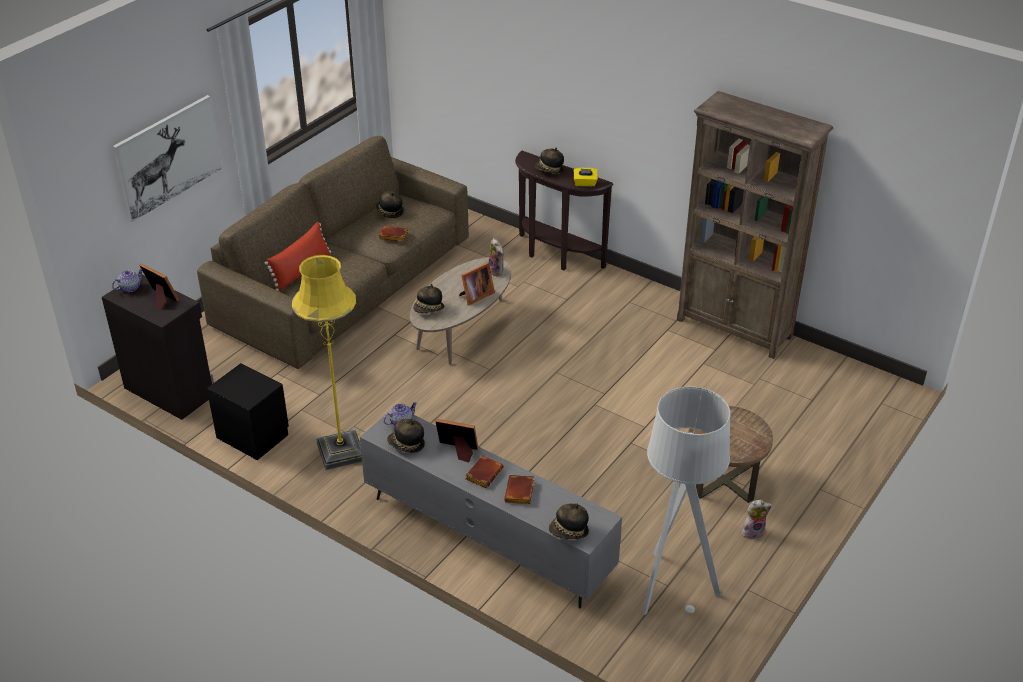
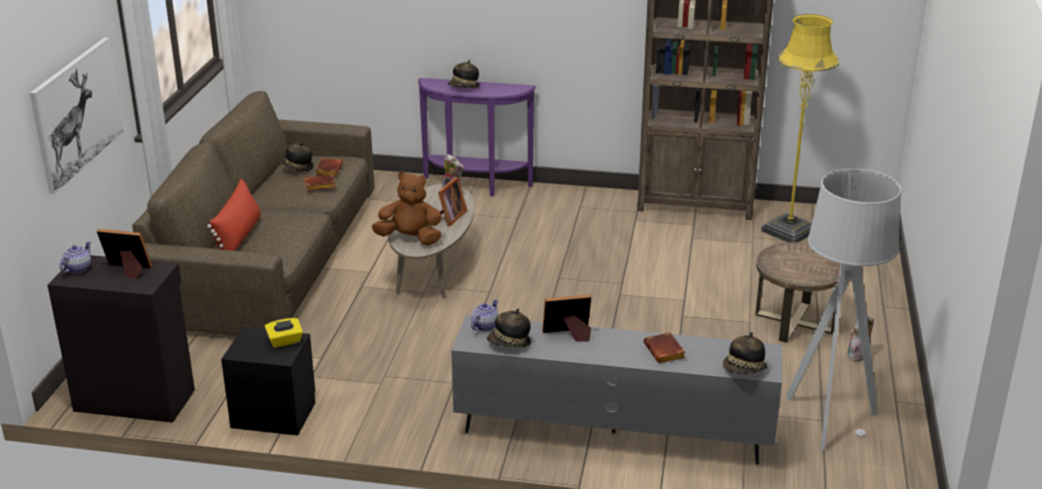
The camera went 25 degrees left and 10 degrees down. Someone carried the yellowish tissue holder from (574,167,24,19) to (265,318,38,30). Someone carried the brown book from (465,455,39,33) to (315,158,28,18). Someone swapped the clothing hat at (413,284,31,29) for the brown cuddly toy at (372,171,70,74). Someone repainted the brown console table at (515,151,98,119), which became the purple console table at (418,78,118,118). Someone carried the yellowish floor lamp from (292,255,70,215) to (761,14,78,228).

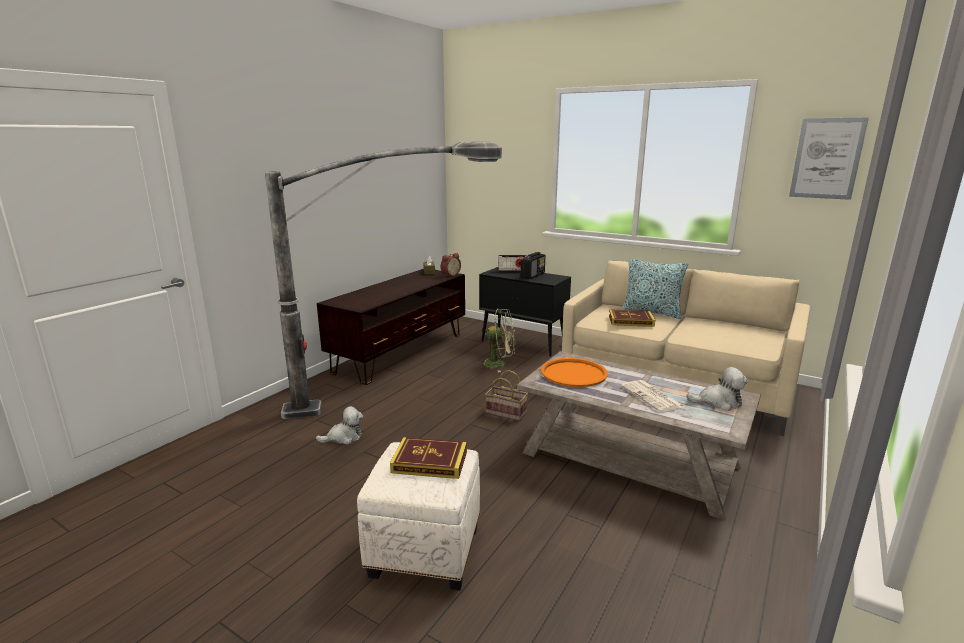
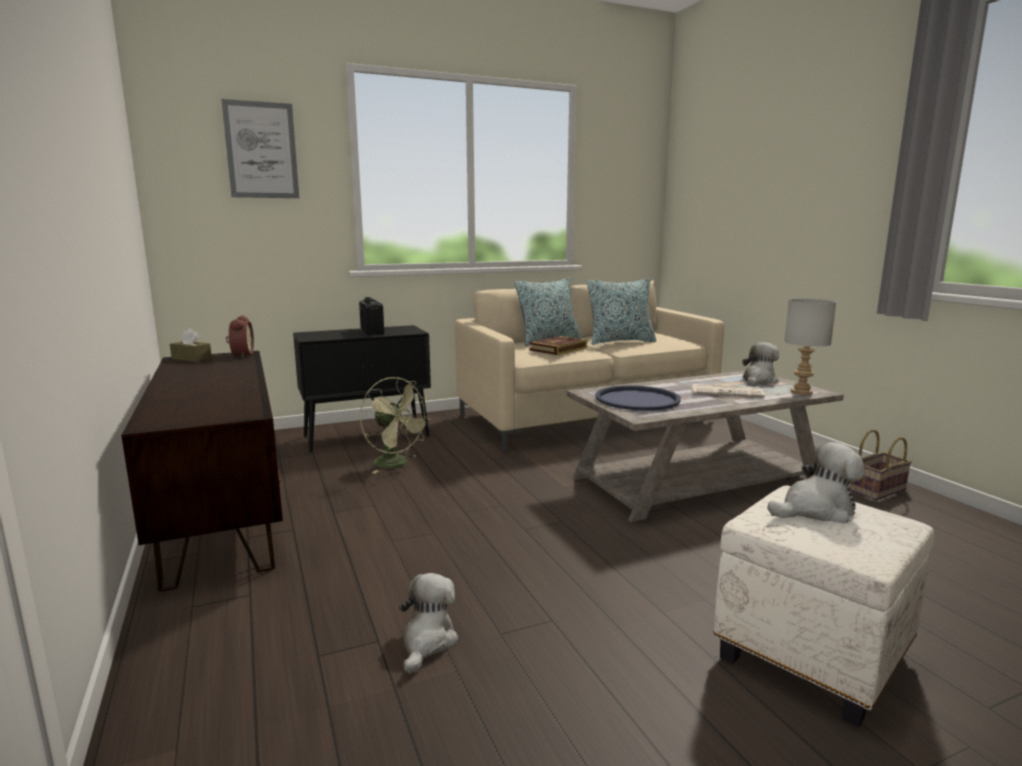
The camera went 55 degrees left and 5 degrees down. Someone carried the wall art from (789,118,80,82) to (221,99,78,99). Someone rotated the green-coloured fan at (478,309,38,64) by 90 degrees clockwise. Someone put down the pillow at (587,278,70,67). Someone repainted the orange carrying tray at (541,358,67,29), which became the blue-coloured carrying tray at (595,385,86,25). Someone swapped the book at (390,437,77,42) for the cuddly toy at (767,442,98,81). Someone put down the greyish table lamp at (784,298,52,97). Someone carried the storage basket from (485,370,43,51) to (850,429,62,71). Someone took away the floor lamp at (265,142,237,277). Someone took away the radio set at (498,255,29,17).

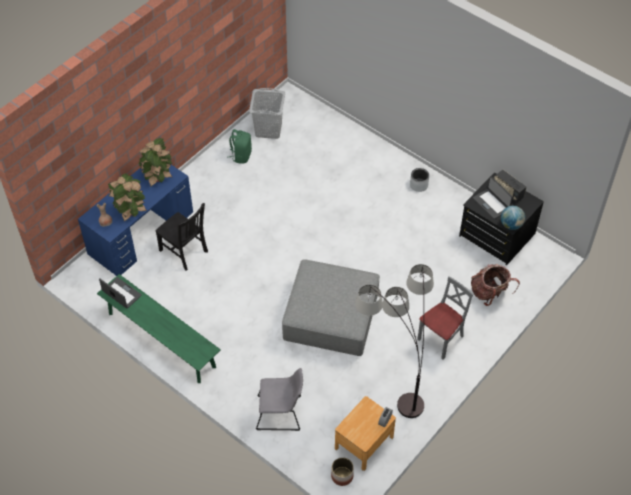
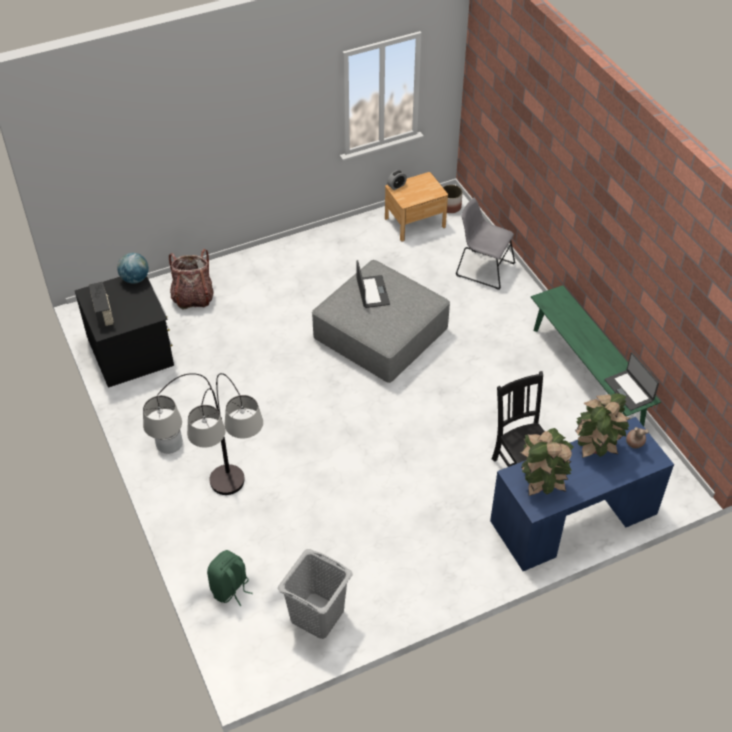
The camera went 155 degrees left and 5 degrees down. Someone carried the floor lamp from (355,264,79,154) to (143,373,120,122). Someone carried the green-coloured rucksack from (229,129,23,35) to (207,550,46,56). Someone carried the portable computer from (473,176,40,43) to (356,260,34,48). Someone took away the greyish upright chair at (417,276,56,83).

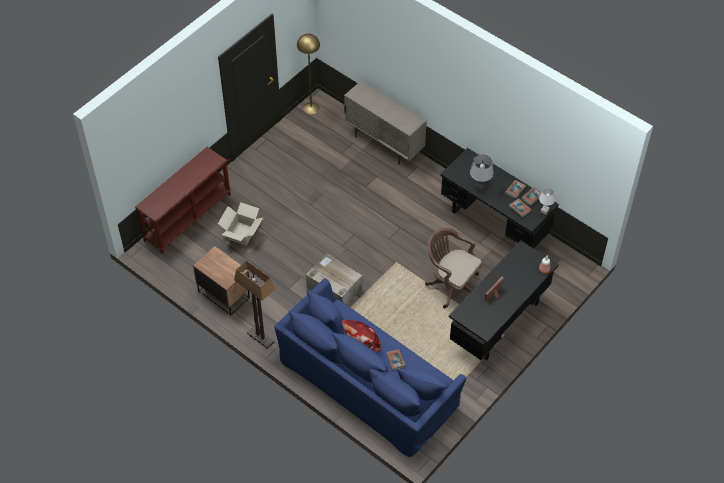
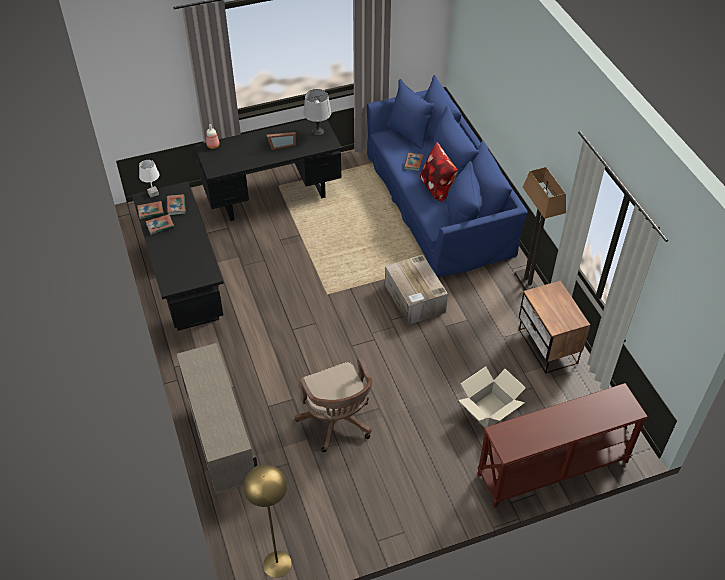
The camera went 150 degrees left and 5 degrees down. Someone carried the brown desk chair from (425,228,57,80) to (295,357,77,95). Someone carried the greyish table lamp from (470,154,23,36) to (303,89,28,47).

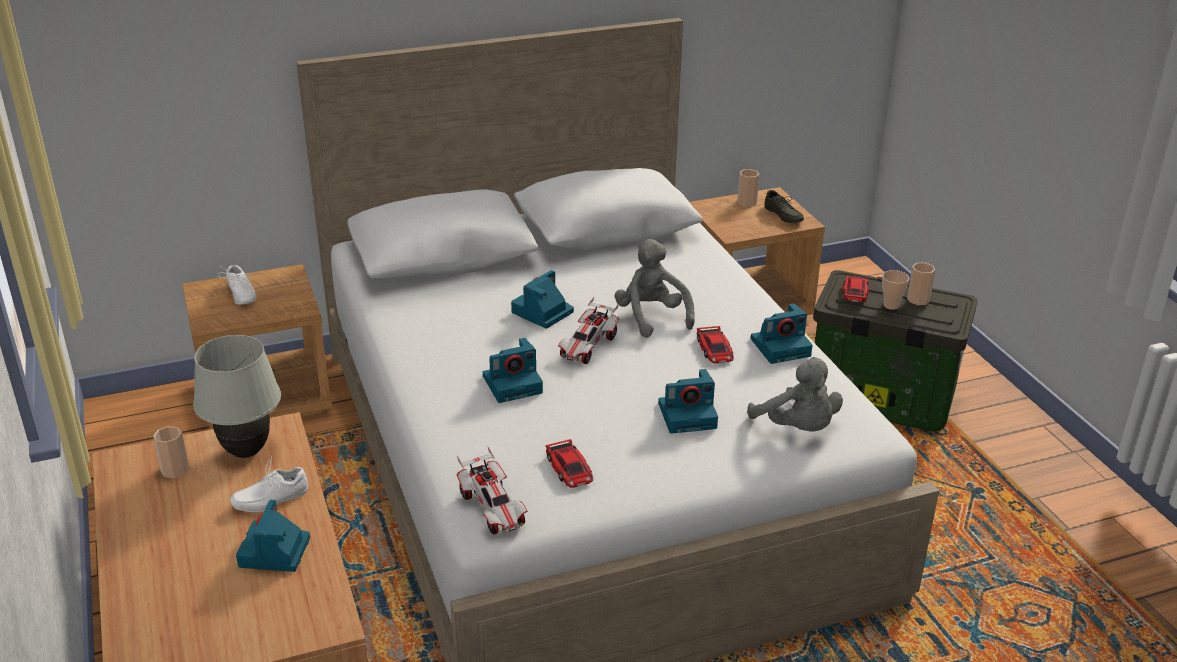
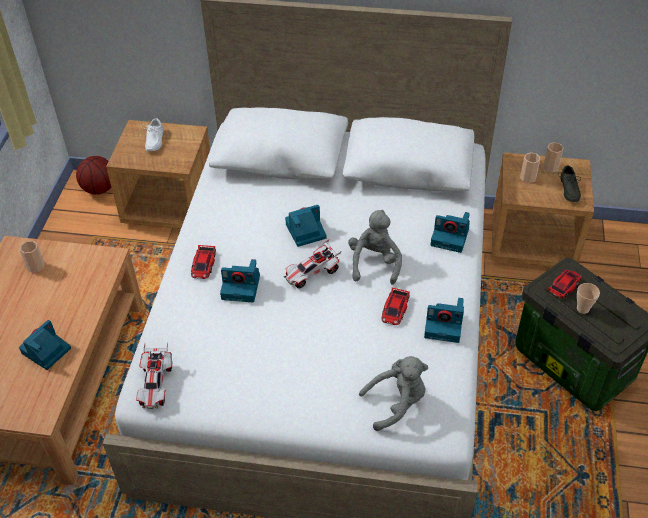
The camera went 30 degrees right and 15 degrees up. Someone put down the ball for basketball at (76,156,35,39). Someone carried the miniature car from (545,439,48,49) to (191,245,25,34). Someone rotated the greyish cuddly toy at (747,357,96,75) by 105 degrees counterclockwise. Someone carried the photo camera from (658,369,60,65) to (431,212,39,41). Someone carried the small cup from (907,262,29,43) to (520,152,20,31). Someone took away the white-coloured table lamp at (193,335,88,123). Someone took away the white-coloured shoe at (230,455,78,57).

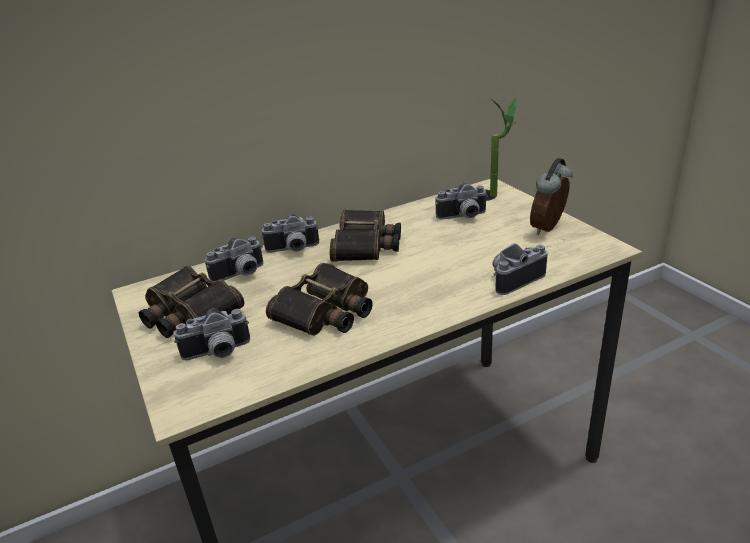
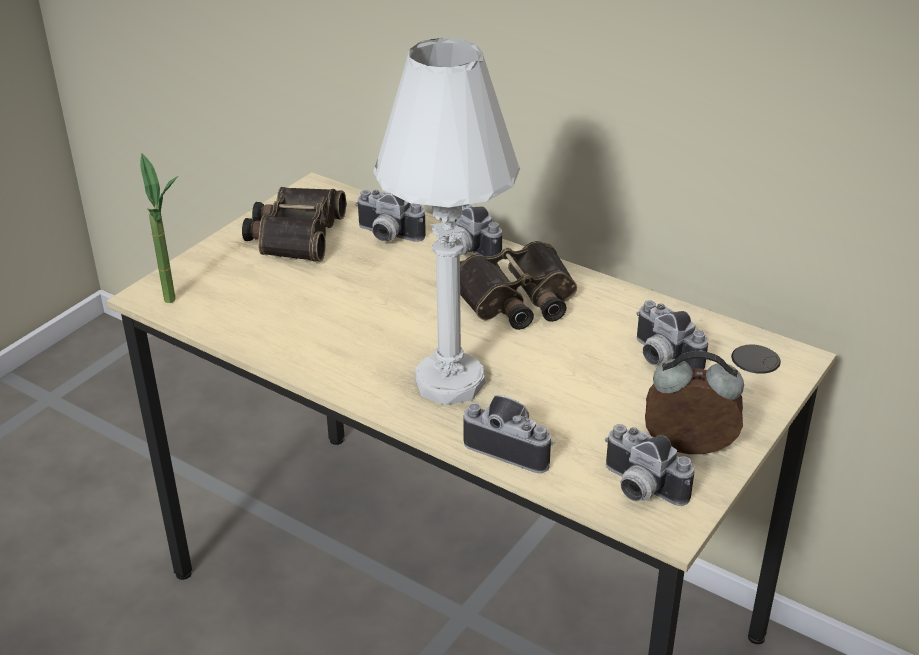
The camera went 60 degrees right and 5 degrees up. Someone carried the potted plant from (490,97,28,100) to (141,153,37,150). Someone put down the white-coloured table lamp at (373,38,147,367). Someone carried the photo camera from (174,308,76,52) to (605,424,89,82). Someone took away the binoculars at (266,263,107,73).

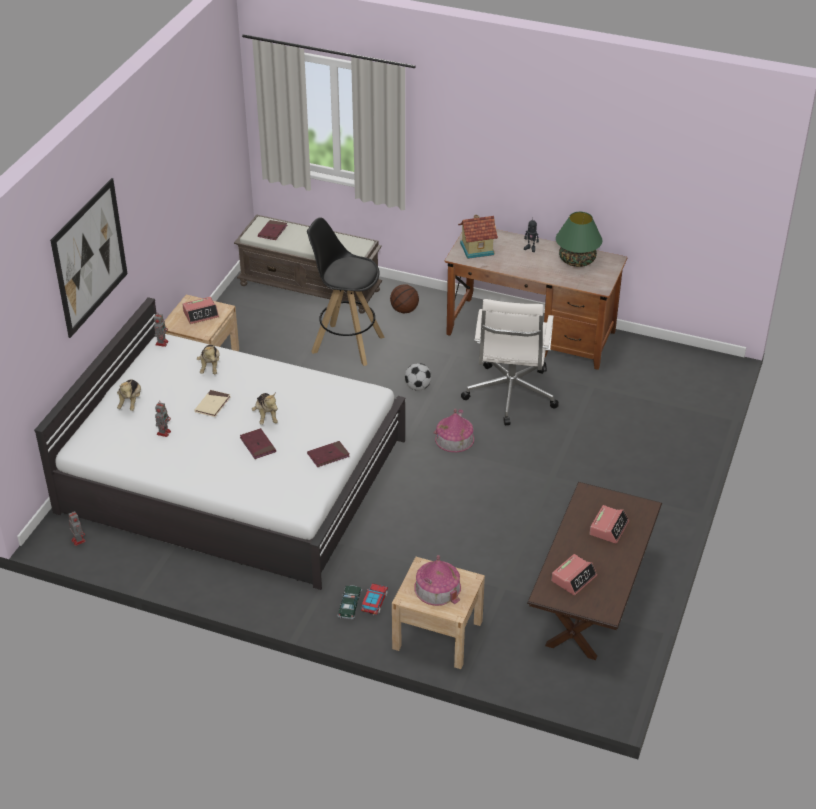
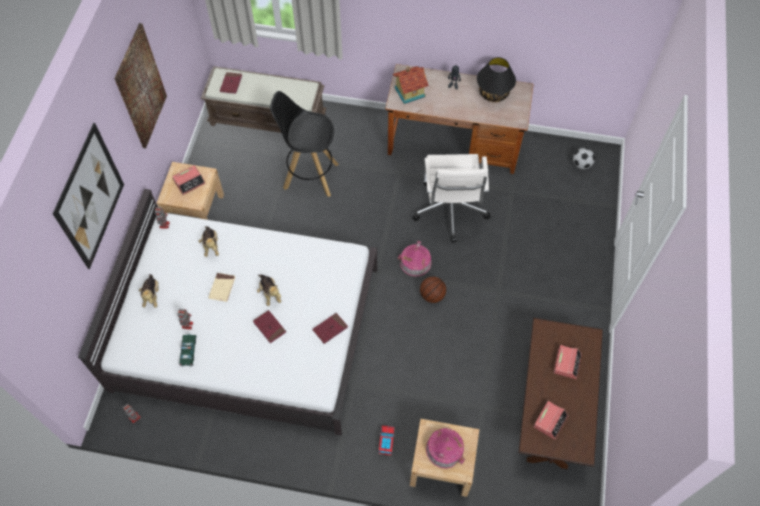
The camera went 10 degrees left and 20 degrees up. Someone put up the wall art at (114,23,53,125). Someone carried the miniature car from (337,585,25,35) to (179,334,18,33). Someone carried the ball for basketball from (390,284,29,29) to (420,277,26,26). Someone repainted the green-coloured table lamp at (556,212,47,55), which became the black-coloured table lamp at (477,57,39,45). Someone carried the football from (405,363,27,28) to (573,148,22,21).

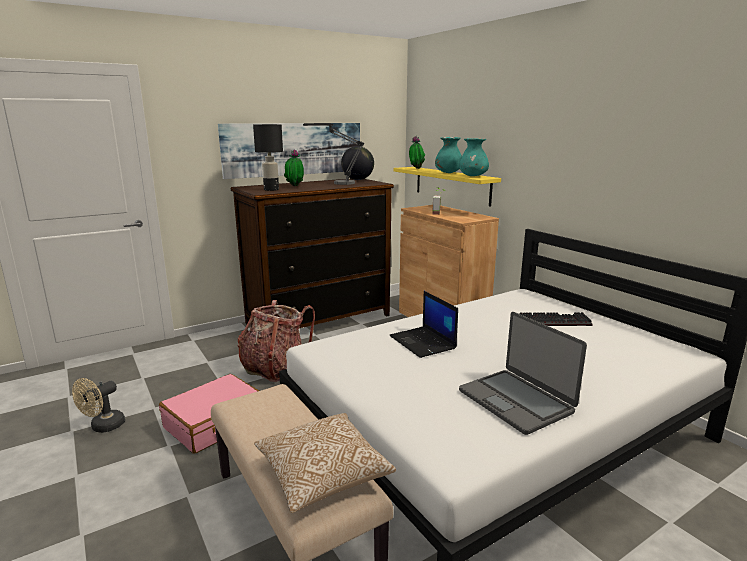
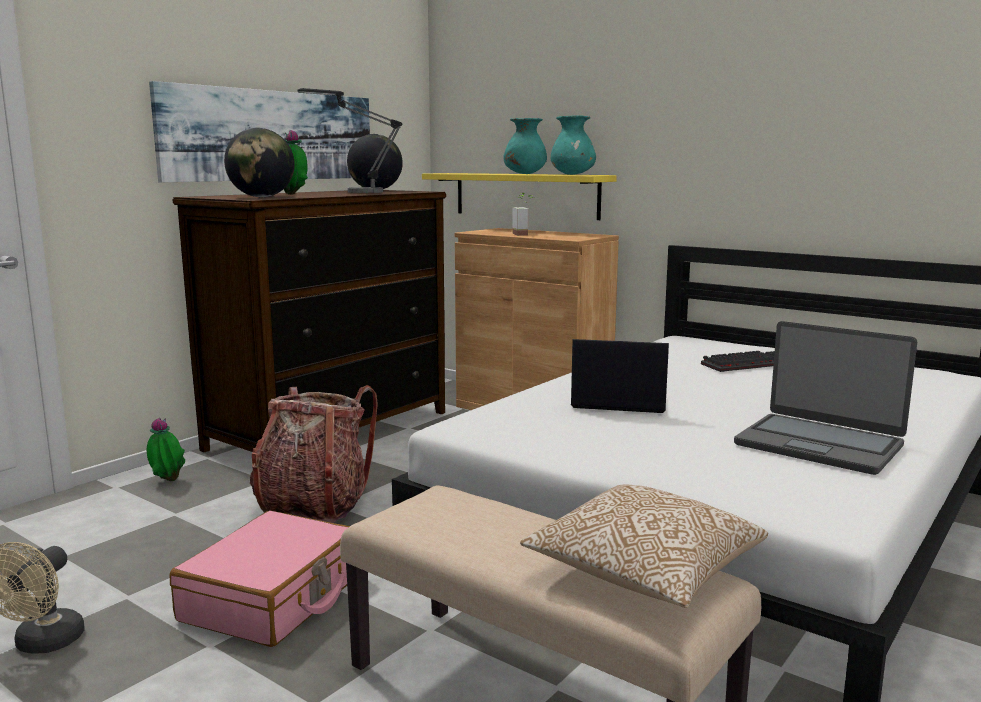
The camera went 20 degrees left and 5 degrees down. Someone carried the potted plant from (409,136,16,33) to (147,418,38,63). Someone swapped the black-coloured table lamp at (253,124,30,67) for the world globe at (224,128,71,69). Someone rotated the portable computer at (389,291,69,67) by 150 degrees clockwise.

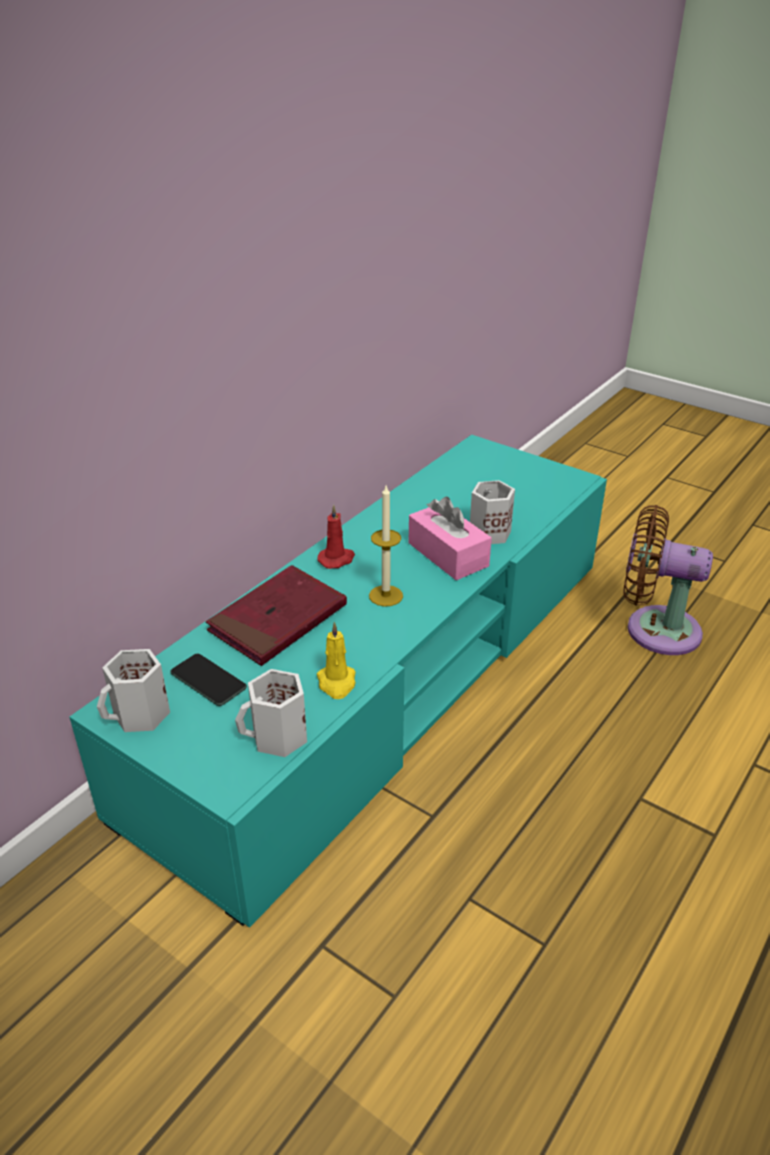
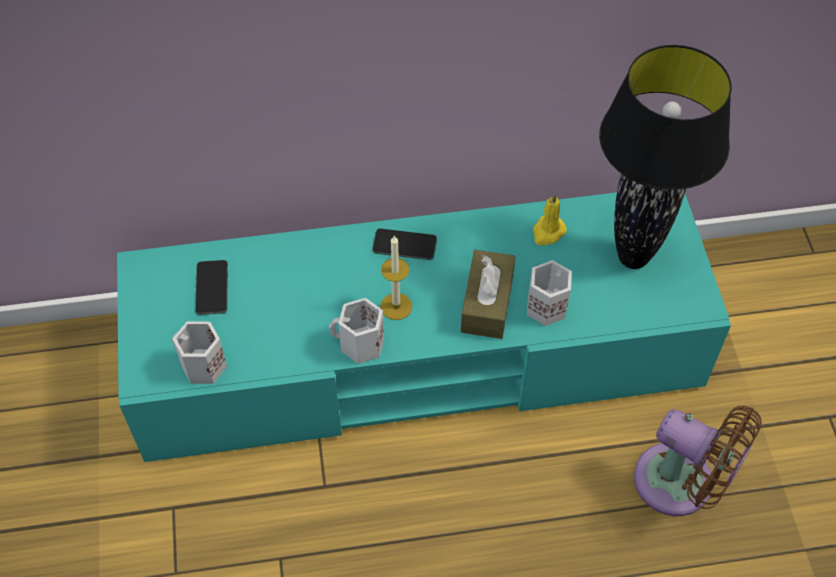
The camera went 45 degrees right and 20 degrees up. Someone carried the white-coloured coffee mug from (97,649,73,83) to (329,298,55,66). Someone swapped the reddish wax candle at (317,505,38,64) for the telephone at (372,228,65,32). Someone repainted the pink tissue holder at (408,497,84,83), which became the brown tissue holder at (461,250,55,89). Someone carried the yellowish wax candle from (317,622,39,77) to (533,193,34,52). Someone put down the black-coloured table lamp at (599,45,132,224). Someone rotated the brown fan at (624,505,89,150) by 150 degrees clockwise. Someone took away the reddish book at (206,565,141,101).

